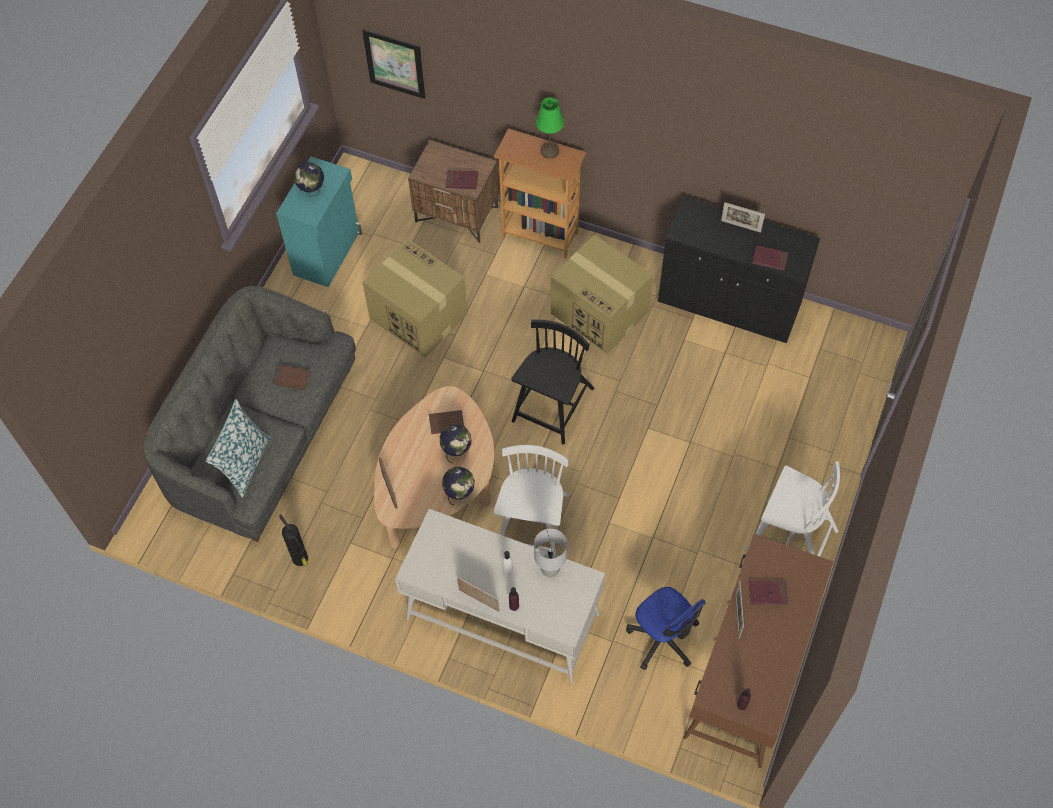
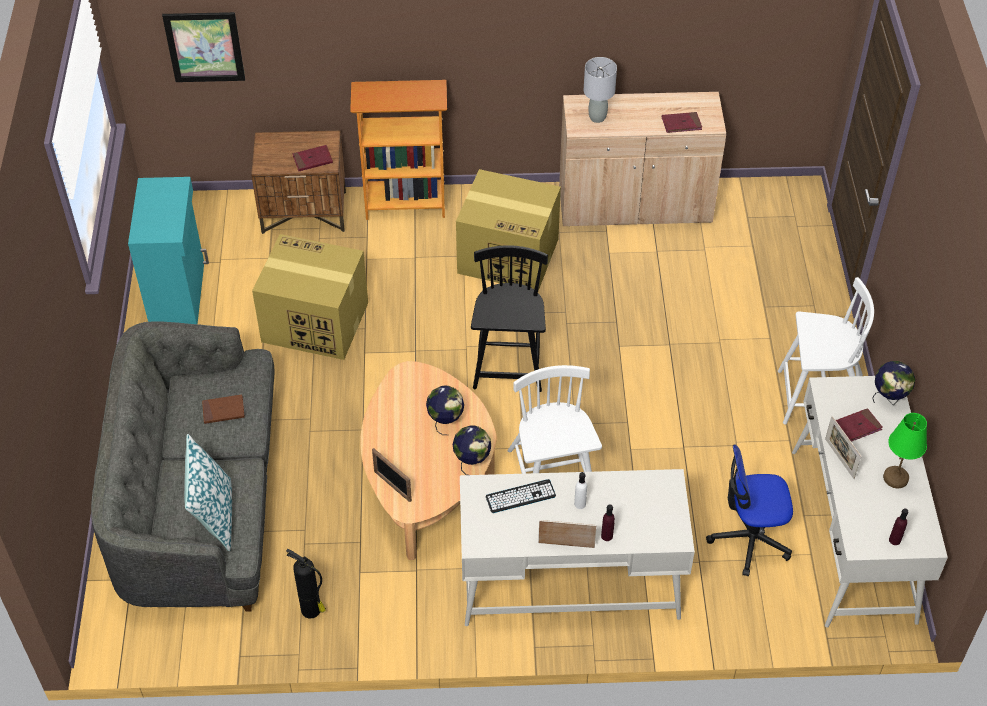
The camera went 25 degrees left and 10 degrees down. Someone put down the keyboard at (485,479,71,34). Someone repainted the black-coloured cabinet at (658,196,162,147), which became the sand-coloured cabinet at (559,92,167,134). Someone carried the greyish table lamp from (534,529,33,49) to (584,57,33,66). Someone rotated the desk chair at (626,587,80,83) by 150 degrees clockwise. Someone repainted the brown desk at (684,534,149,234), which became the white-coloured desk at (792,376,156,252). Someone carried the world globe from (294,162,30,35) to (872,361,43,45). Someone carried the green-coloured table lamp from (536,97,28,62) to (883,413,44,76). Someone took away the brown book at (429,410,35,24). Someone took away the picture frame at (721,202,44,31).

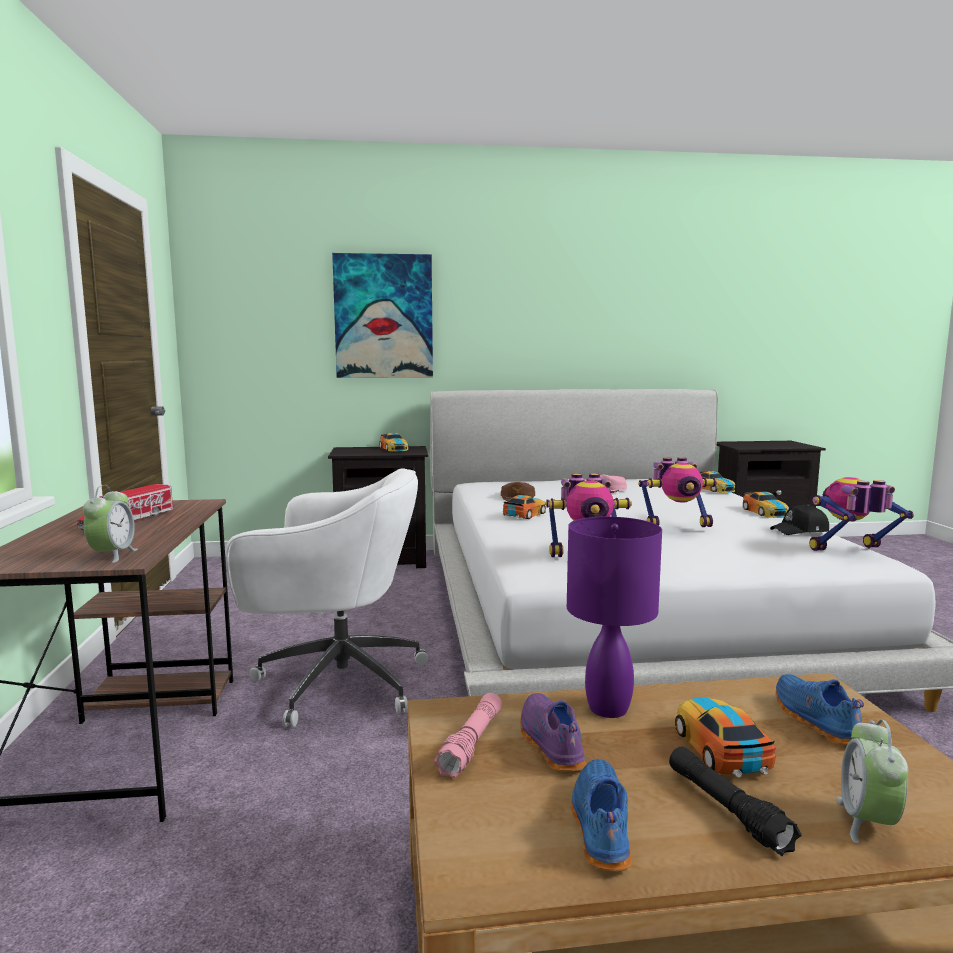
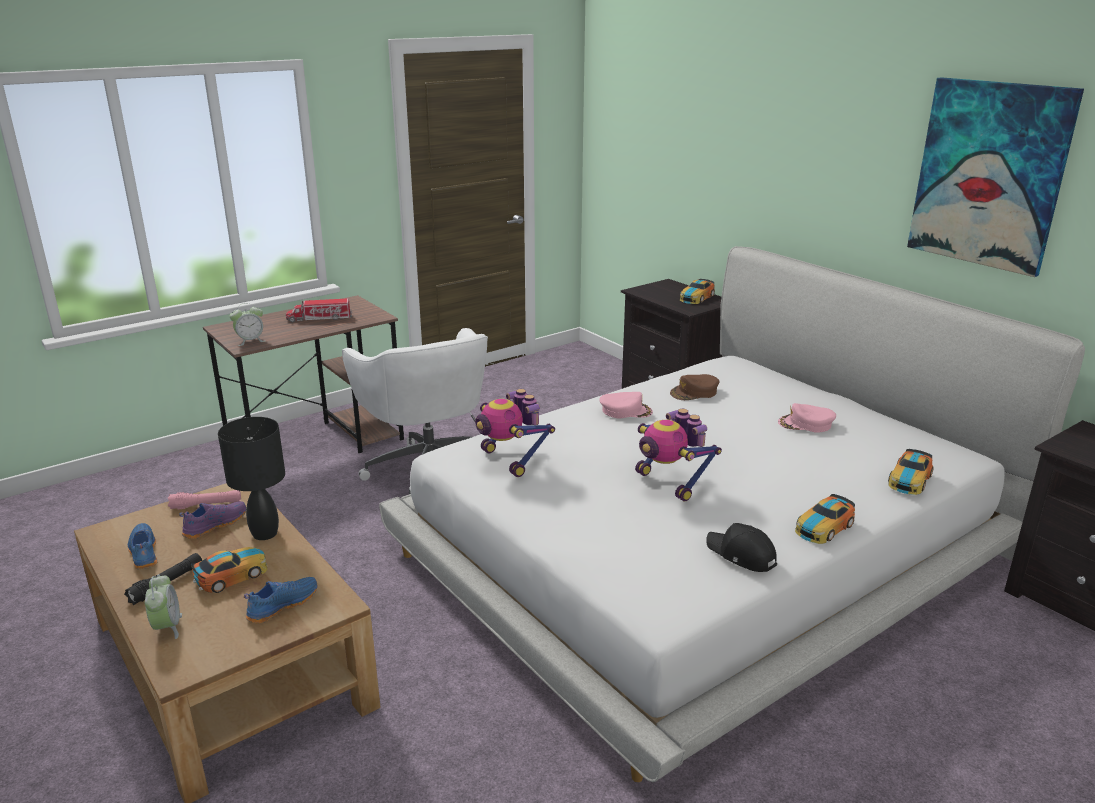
The camera went 60 degrees right and 15 degrees up. Someone rotated the blue-coloured shoe at (571,759,60,113) by 90 degrees counterclockwise. Someone rotated the alarm clock at (837,720,71,124) by 90 degrees clockwise. Someone repainted the purple table lamp at (567,517,95,201), which became the black-coloured table lamp at (218,417,67,123). Someone swapped the miniature car at (503,495,43,24) for the pink cap at (600,392,53,26). Someone carried the wall art from (332,253,101,125) to (907,77,177,200). Someone took away the robot figure at (809,477,105,74).

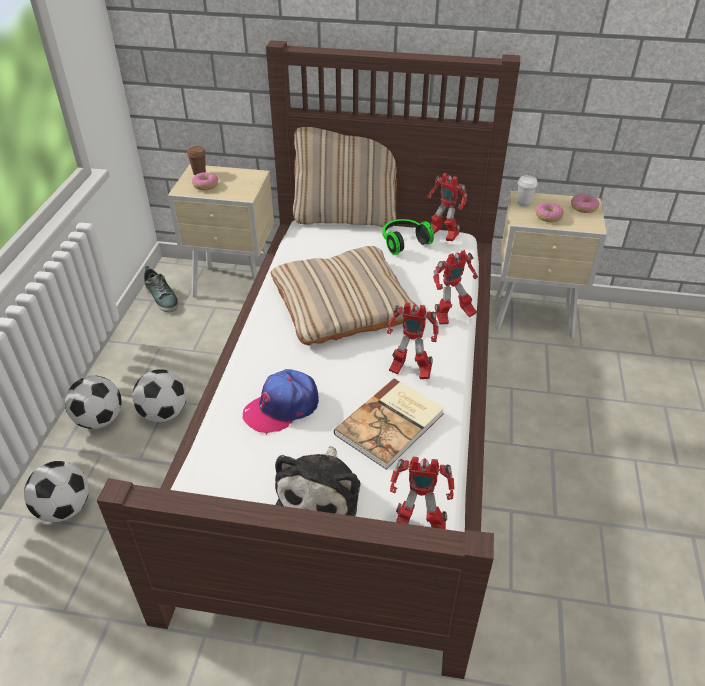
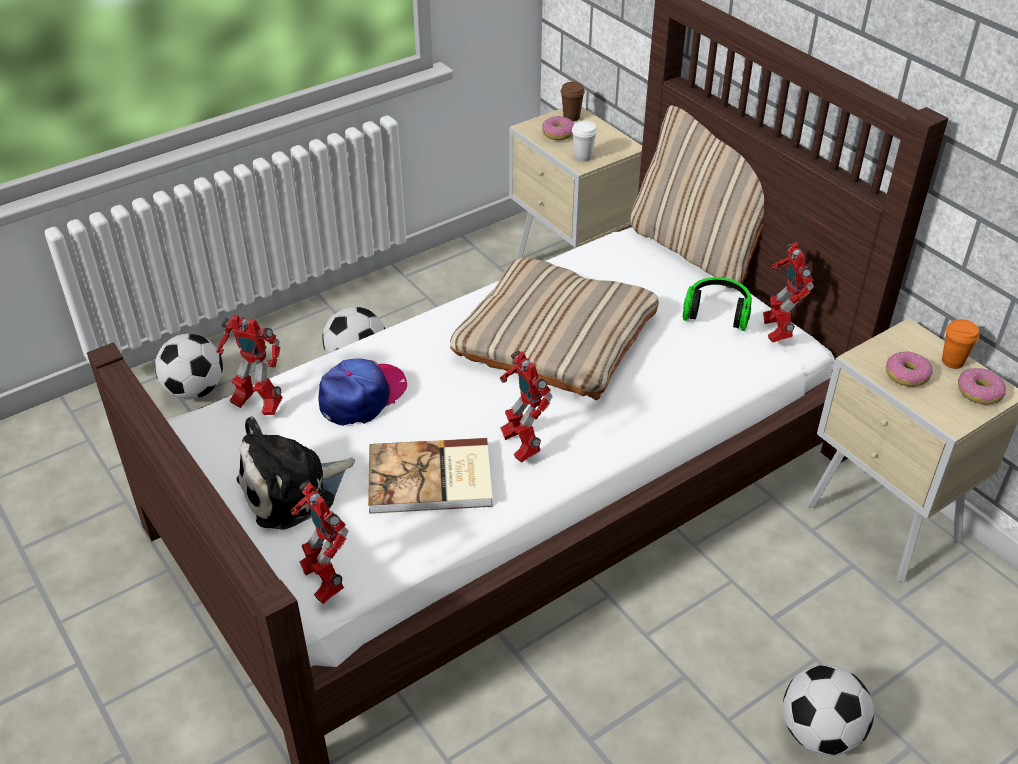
The camera went 45 degrees right and 0 degrees up. Someone carried the robot figure from (433,250,45,75) to (217,314,66,101). Someone rotated the cap at (243,369,76,65) by 120 degrees clockwise. Someone carried the white-coloured small cup from (517,175,20,32) to (572,120,25,42). Someone carried the football from (65,375,57,54) to (783,665,91,91). Someone put down the orange small cup at (942,319,38,50). Someone took away the shoe at (144,266,34,46).

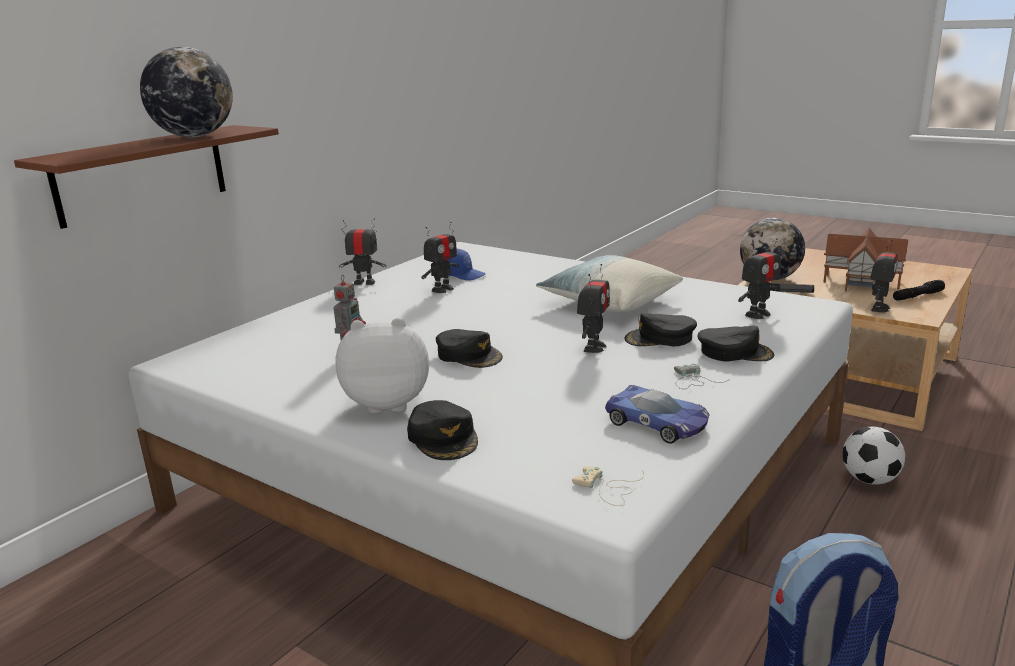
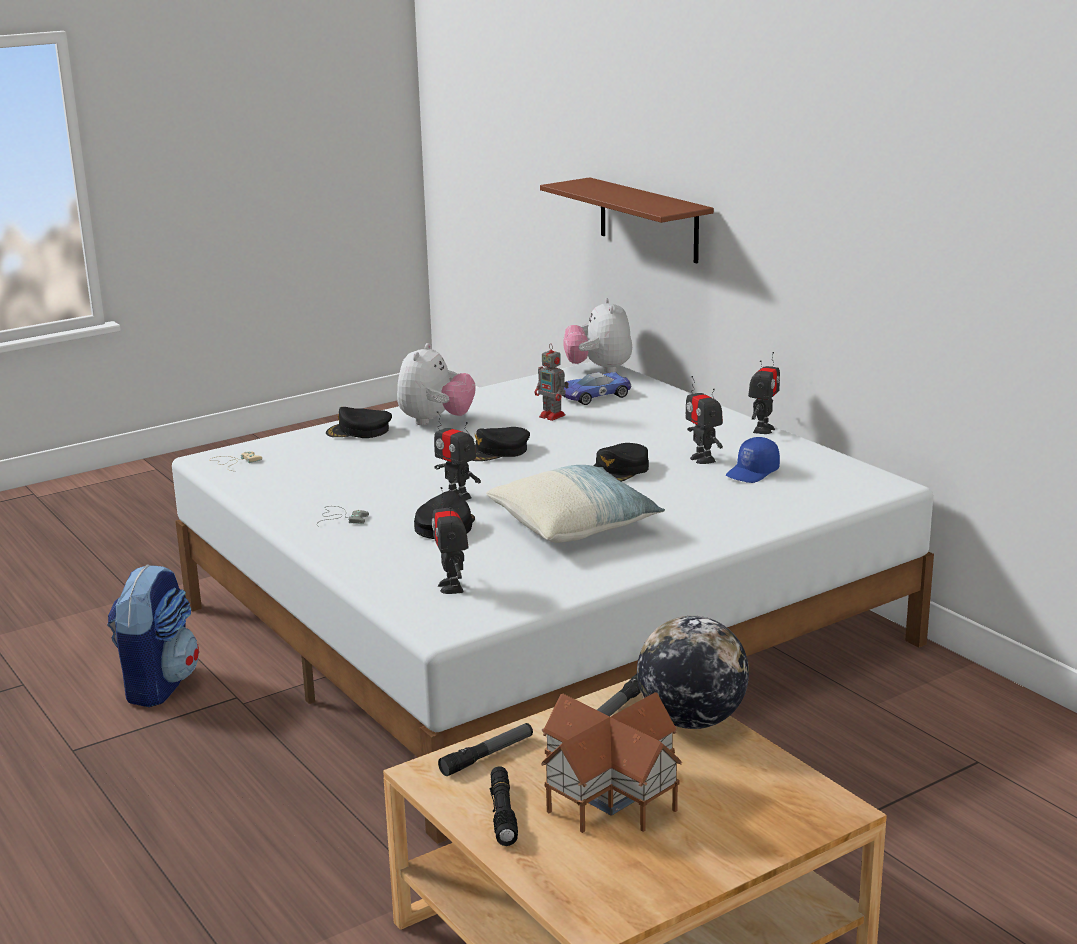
The camera went 110 degrees right and 0 degrees up. Someone swapped the robot figure at (870,239,28,73) for the flashlight at (438,723,95,53). Someone put down the cuddly toy at (563,298,69,75). Someone carried the miniature car from (605,385,105,59) to (563,372,68,33). Someone carried the black-coloured cap from (698,326,76,35) to (593,443,56,39). Someone took away the world globe at (140,47,93,90). Someone took away the football at (842,427,63,58).

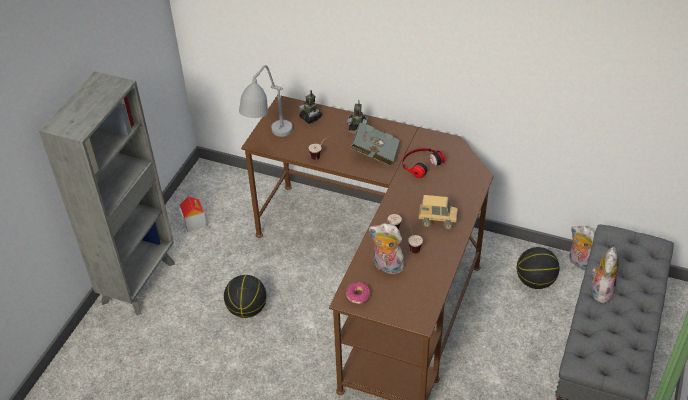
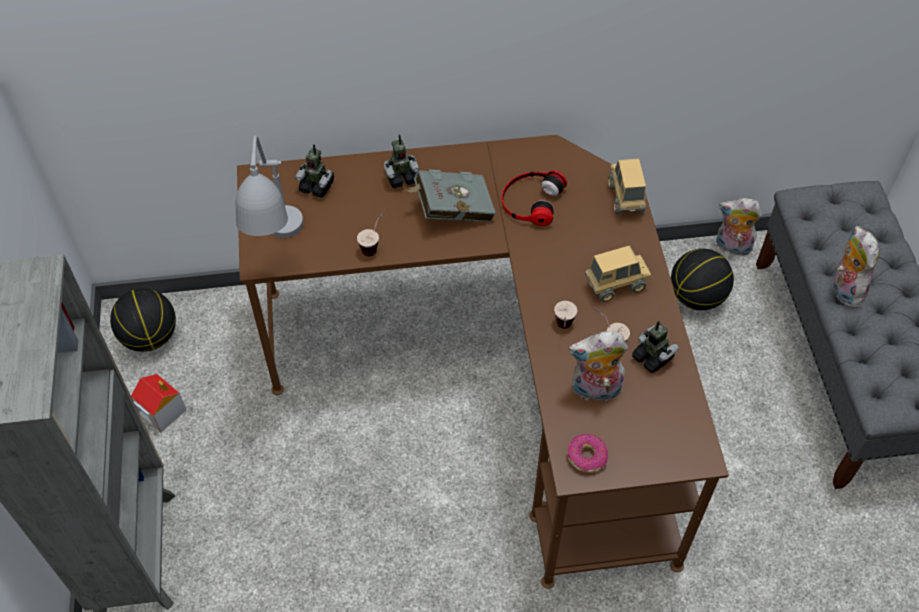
The camera went 30 degrees left and 10 degrees up. Someone carried the ball for basketball from (224,275,43,43) to (110,288,66,64). Someone put down the toy truck at (608,158,38,56). Someone put down the robot figure at (632,321,47,52).

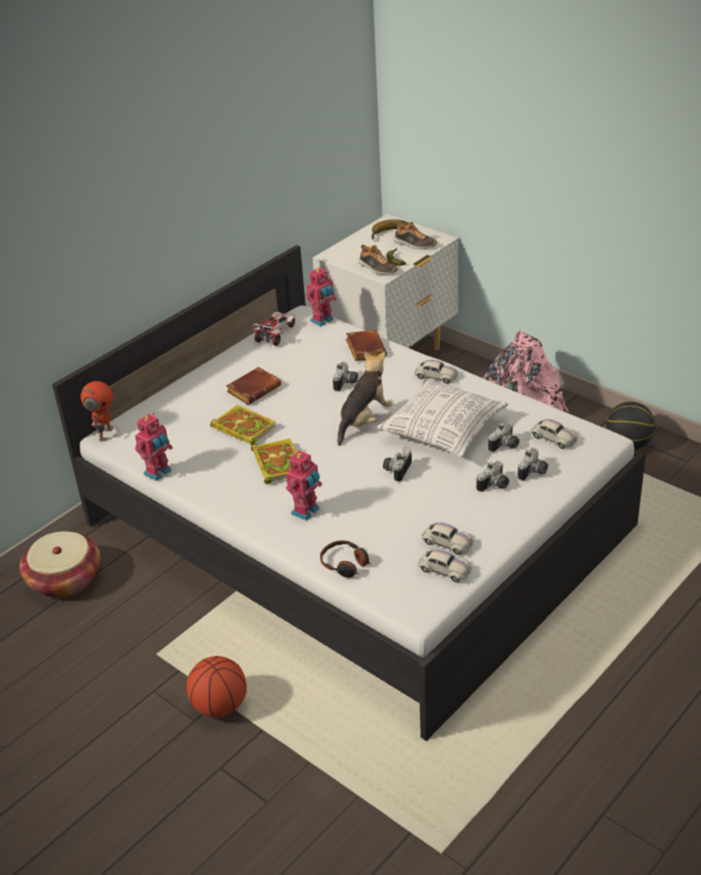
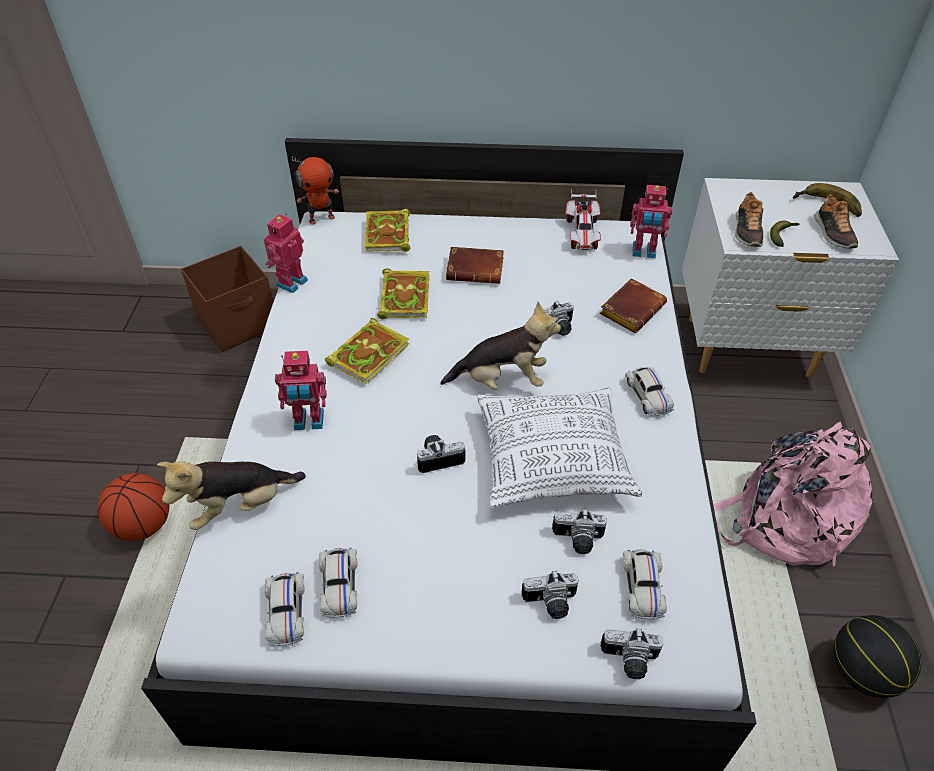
The camera went 50 degrees right and 10 degrees up. Someone swapped the headset at (320,540,51,38) for the cuddly toy at (157,461,149,69). Someone swapped the storage basket at (20,531,80,67) for the brown storage container at (181,246,92,106). Someone rotated the robot figure at (135,413,38,68) by 120 degrees clockwise. Someone put down the book at (365,209,45,43). Someone rotated the miniature car at (252,312,44,34) by 105 degrees clockwise. Someone carried the photo camera from (476,460,33,32) to (600,628,63,51).

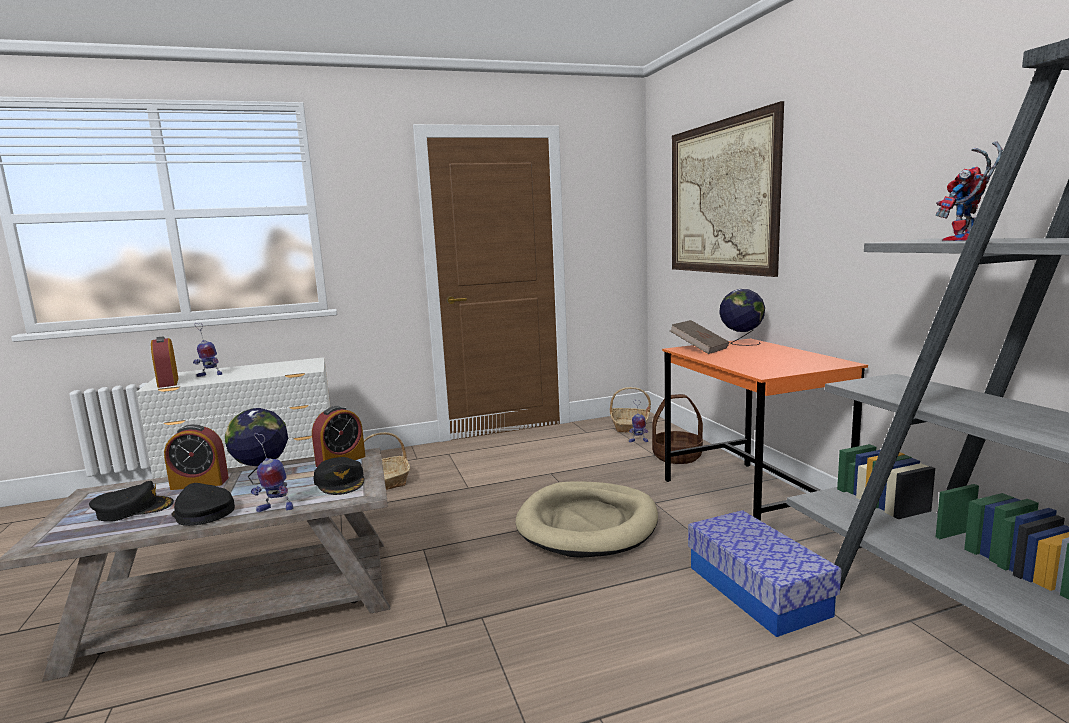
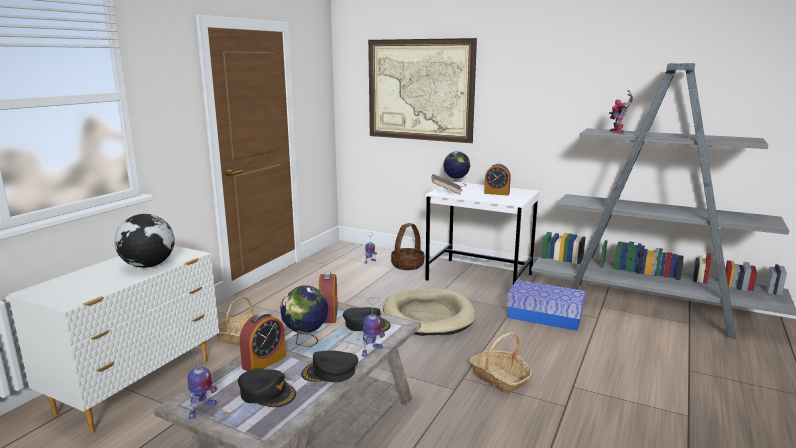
The camera went 45 degrees left and 5 degrees up. Someone put down the world globe at (114,214,61,54). Someone carried the robot figure from (193,323,29,54) to (187,347,31,72). Someone rotated the black-coloured cap at (89,481,85,41) by 90 degrees clockwise. Someone repainted the orange desk at (662,339,206,182), which became the white-coloured desk at (425,181,115,103). Someone carried the storage basket from (610,387,41,46) to (469,332,63,61). Someone carried the alarm clock from (151,336,28,52) to (484,163,27,33).

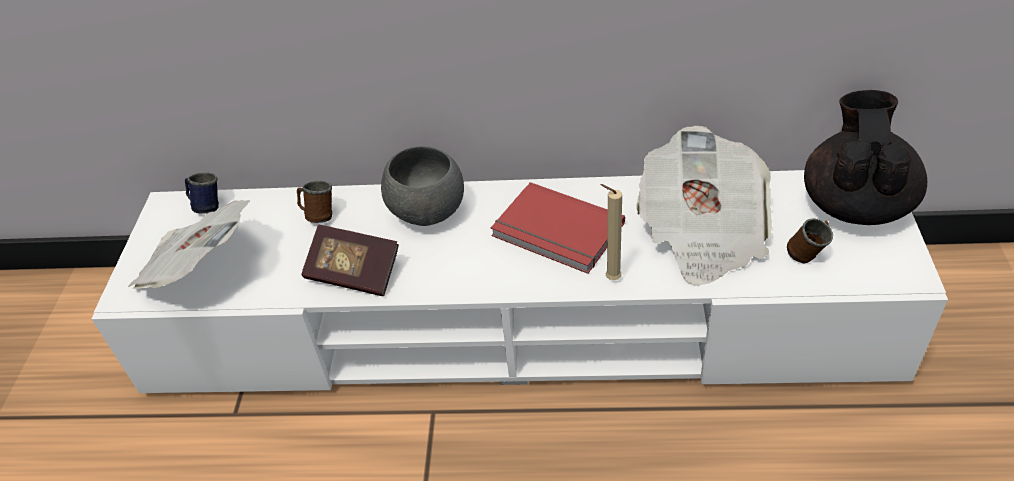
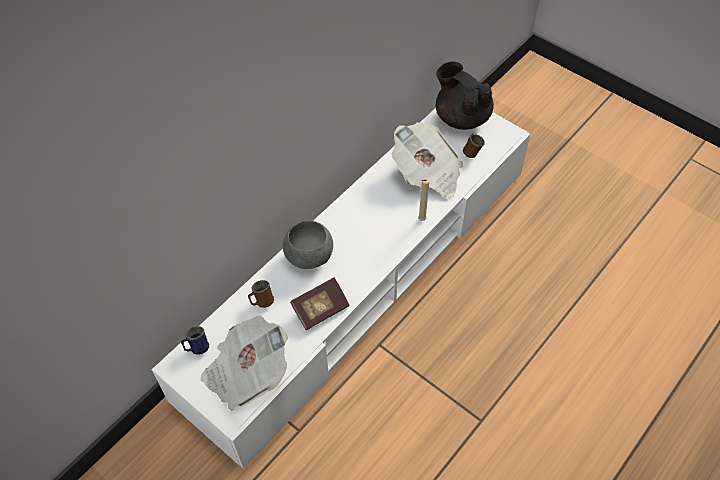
The camera went 55 degrees left and 10 degrees up. Someone took away the reddish book at (491,182,134,92).

